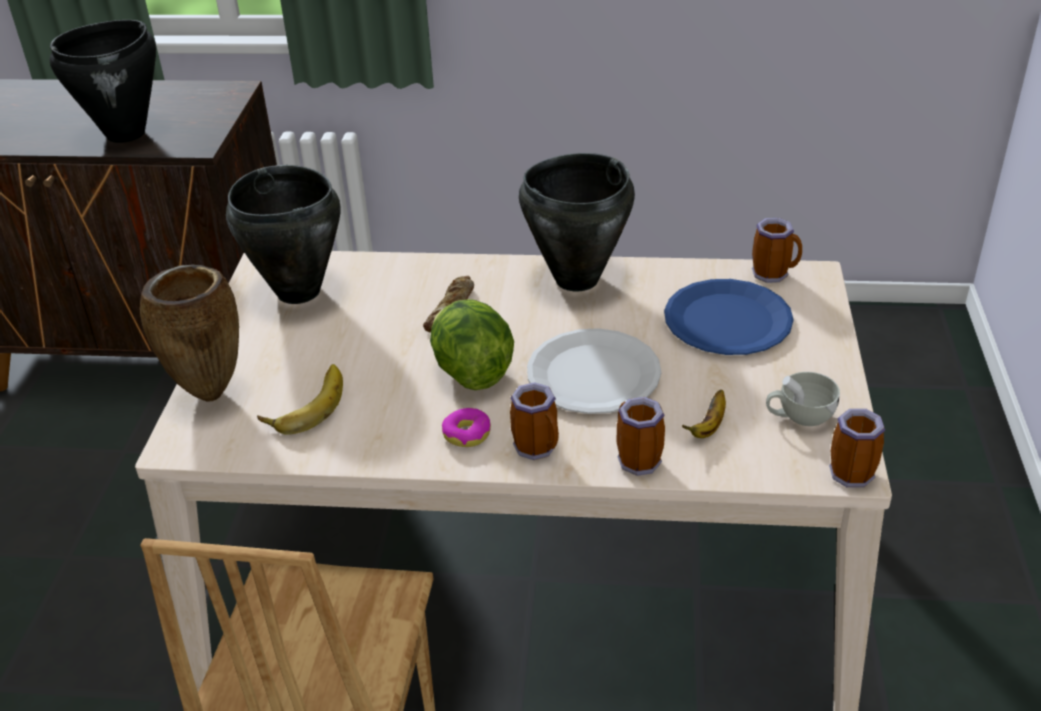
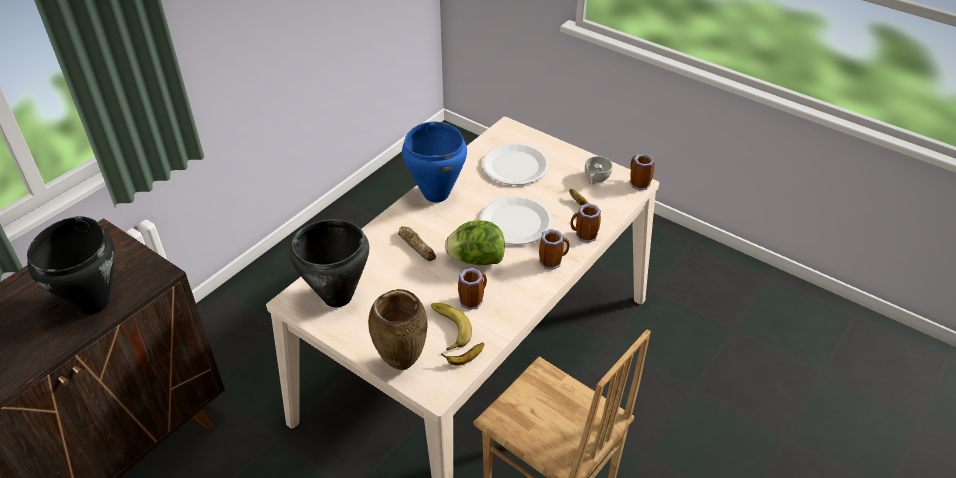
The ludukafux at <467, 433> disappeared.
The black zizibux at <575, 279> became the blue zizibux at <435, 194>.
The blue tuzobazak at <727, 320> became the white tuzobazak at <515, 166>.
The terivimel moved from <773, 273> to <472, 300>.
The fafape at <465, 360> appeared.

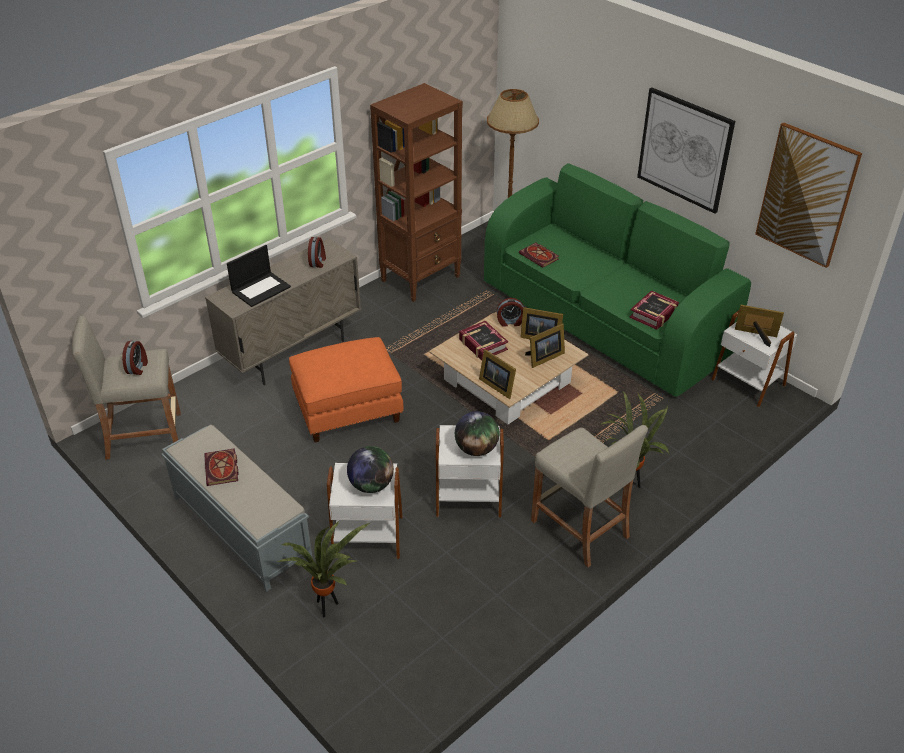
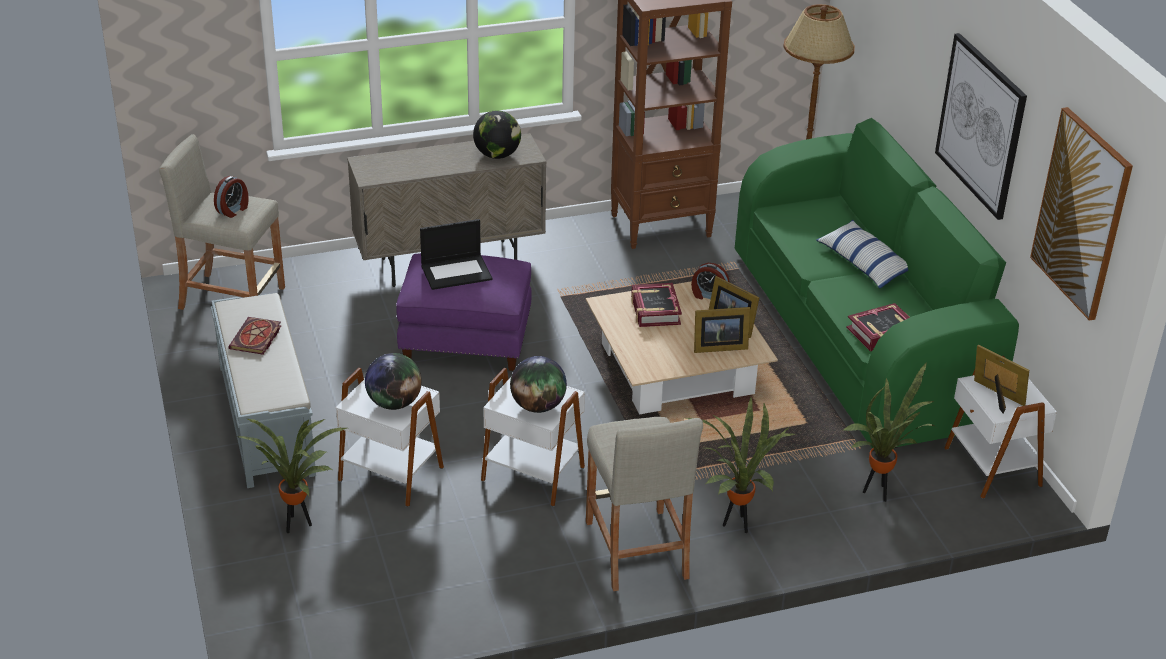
The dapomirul moved from <261, 289> to <457, 272>.
The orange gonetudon at <348, 410> became the purple gonetudon at <466, 341>.
The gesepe at <318, 262> was replaced by the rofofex at <497, 155>.
The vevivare at <497, 385> disappeared.
The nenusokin at <540, 256> disappeared.
The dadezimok at <864, 263> appeared.
The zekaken at <878, 492> appeared.

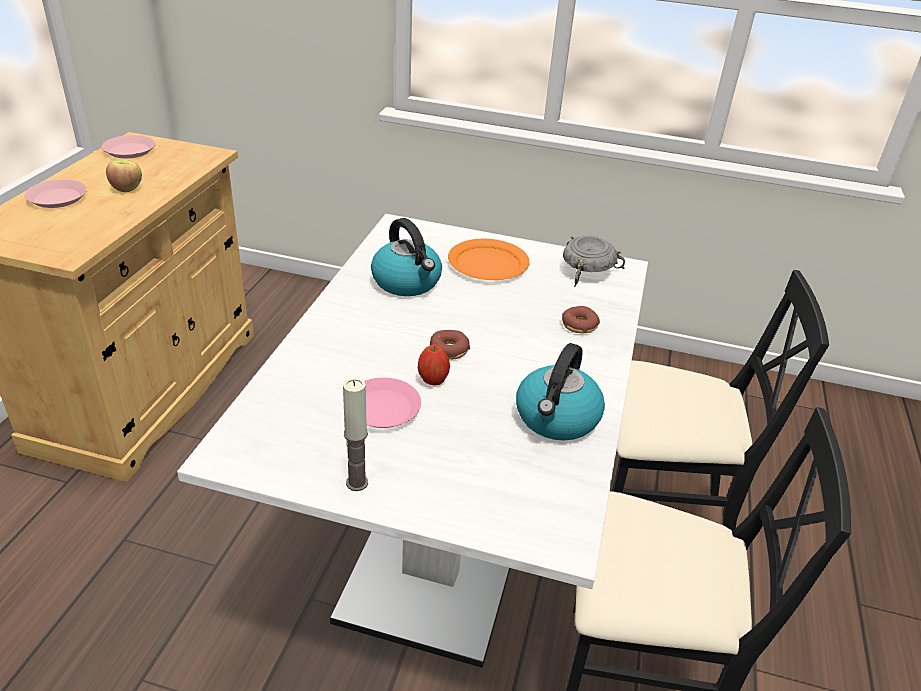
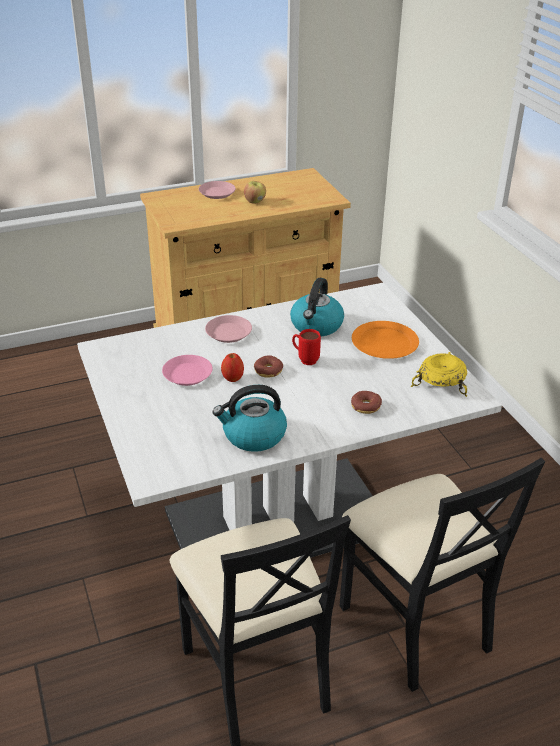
The pink tuzobazak moved from <129, 151> to <228, 332>.
The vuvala at <357, 483> disappeared.
The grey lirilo at <587, 270> became the yellow lirilo at <442, 383>.
The red terivimel at <305, 359> appeared.

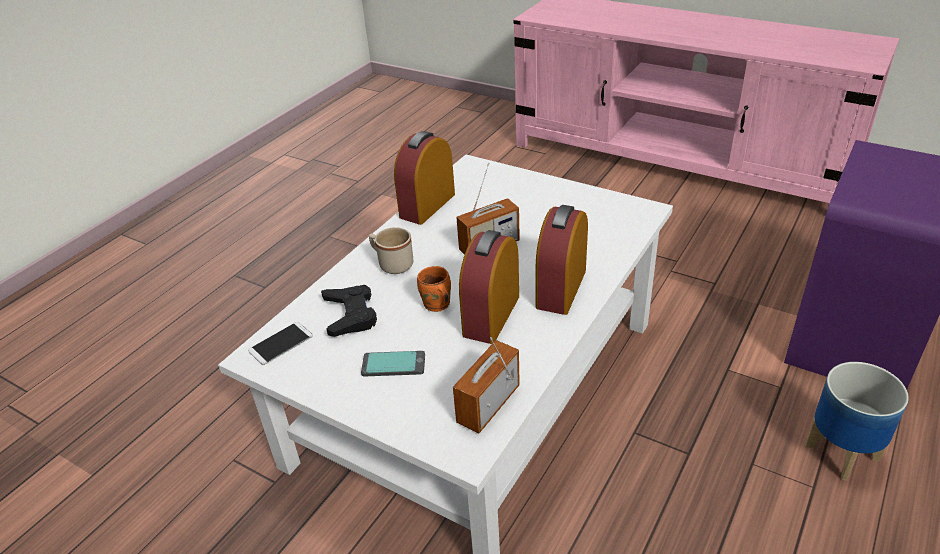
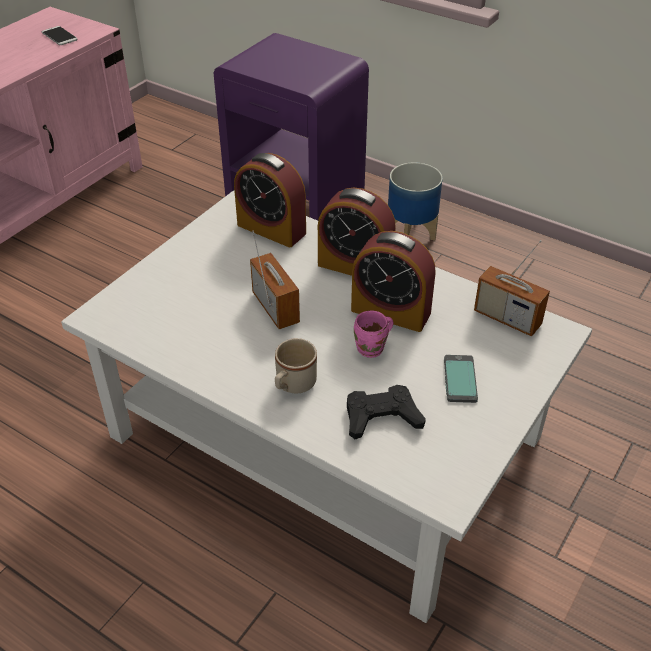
The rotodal moved from <281, 344> to <59, 36>.
The gesepe moved from <427, 205> to <271, 229>.
The orange terivimel at <436, 306> became the pink terivimel at <372, 349>.

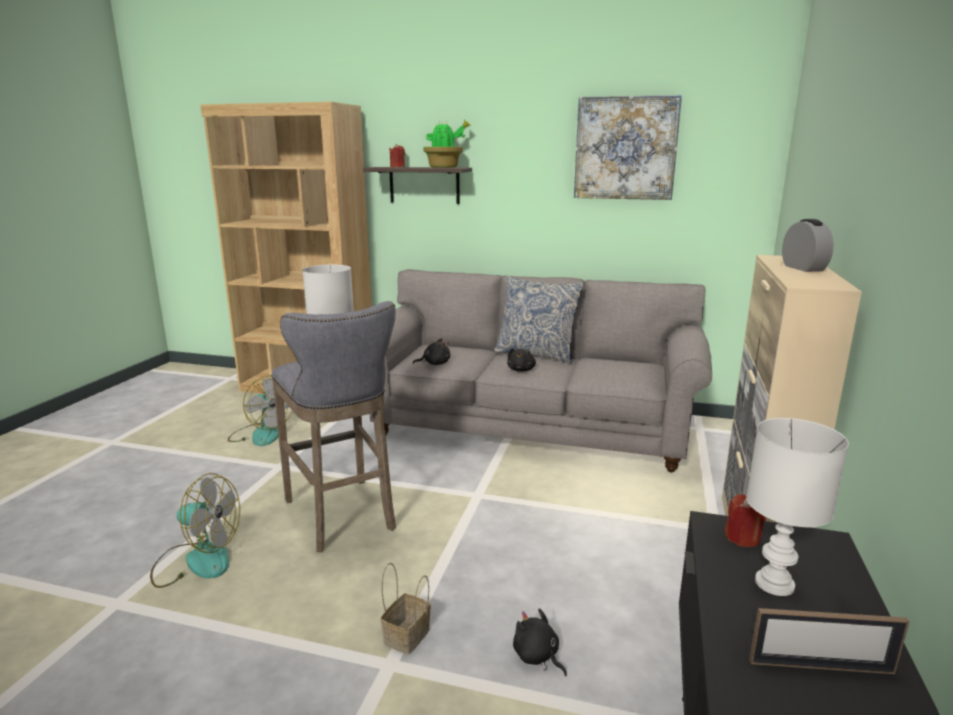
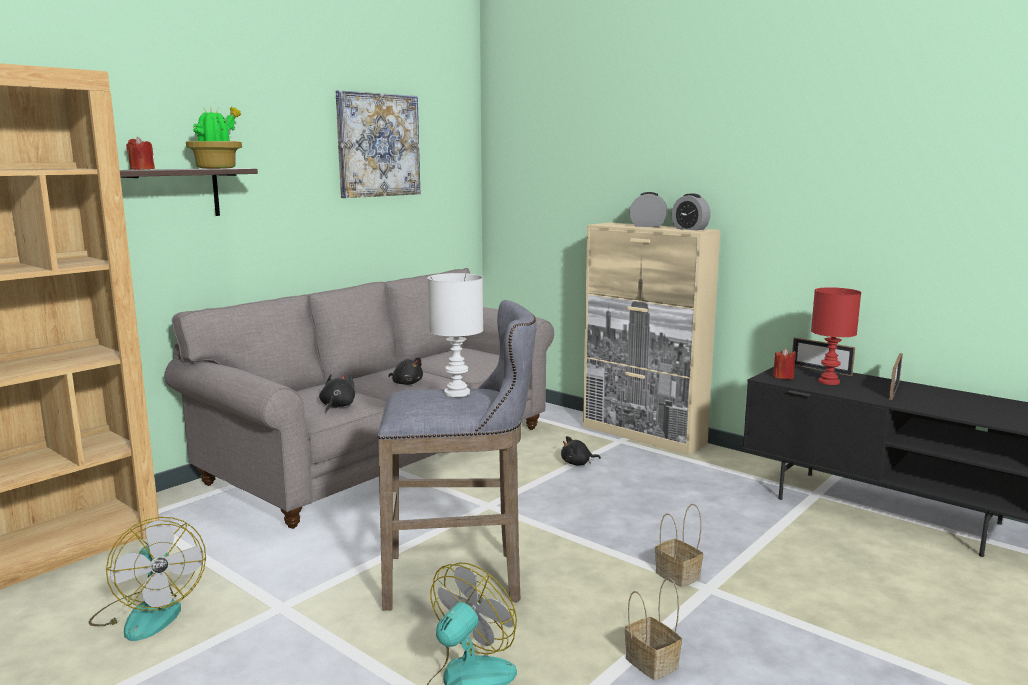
The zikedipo at <261, 434> turned 75 degrees clockwise.
The dadezimok at <536, 354> disappeared.
The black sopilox moved from <537, 656> to <577, 463>.
The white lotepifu at <772, 583> became the red lotepifu at <828, 382>.
The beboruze at <649, 662> appeared.
The gesepe at <690, 229> appeared.
The vevivare at <821, 370> appeared.

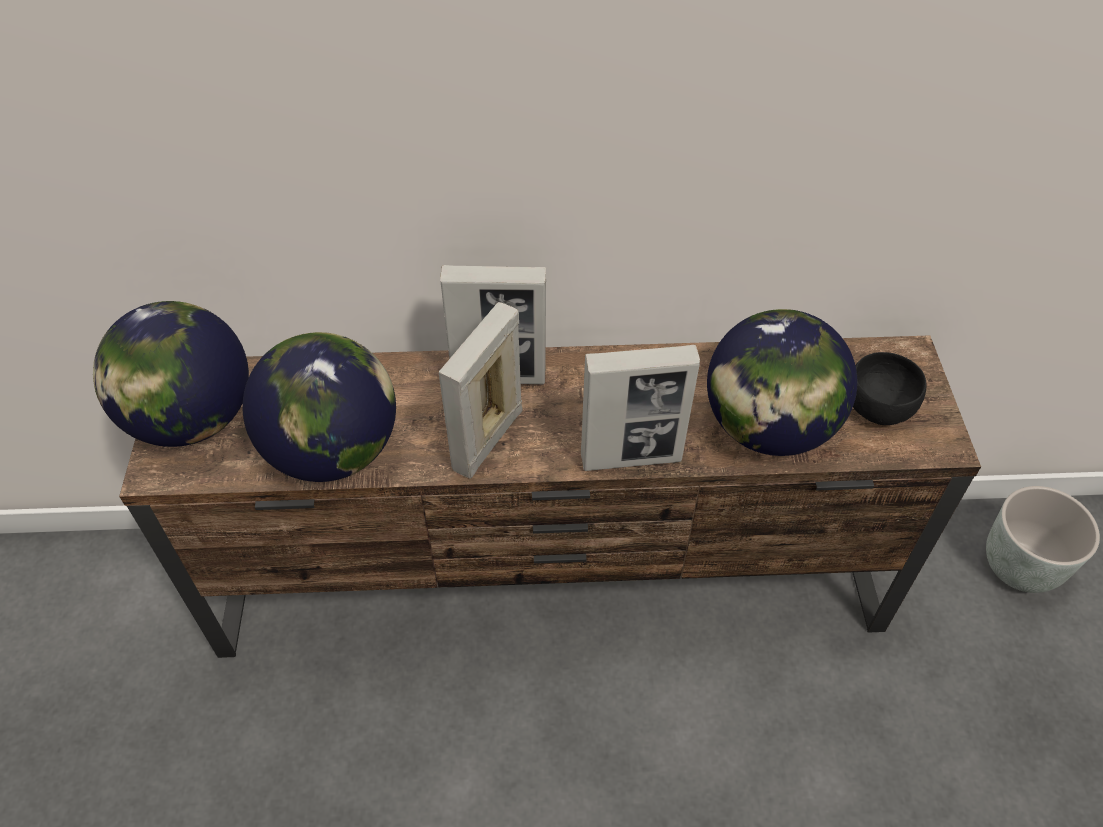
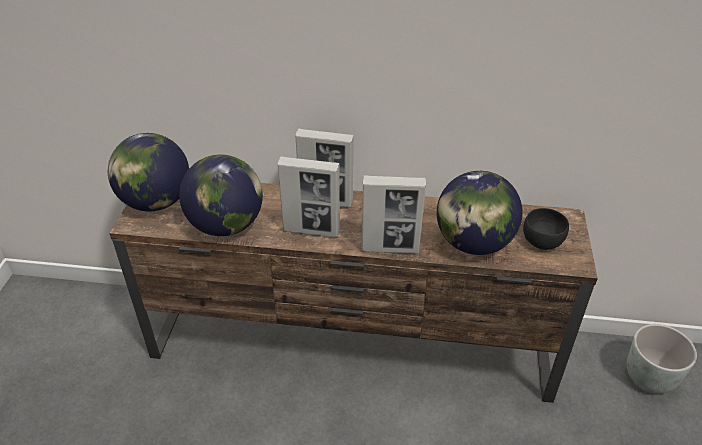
The vevivare at <487, 441> turned 120 degrees counterclockwise.

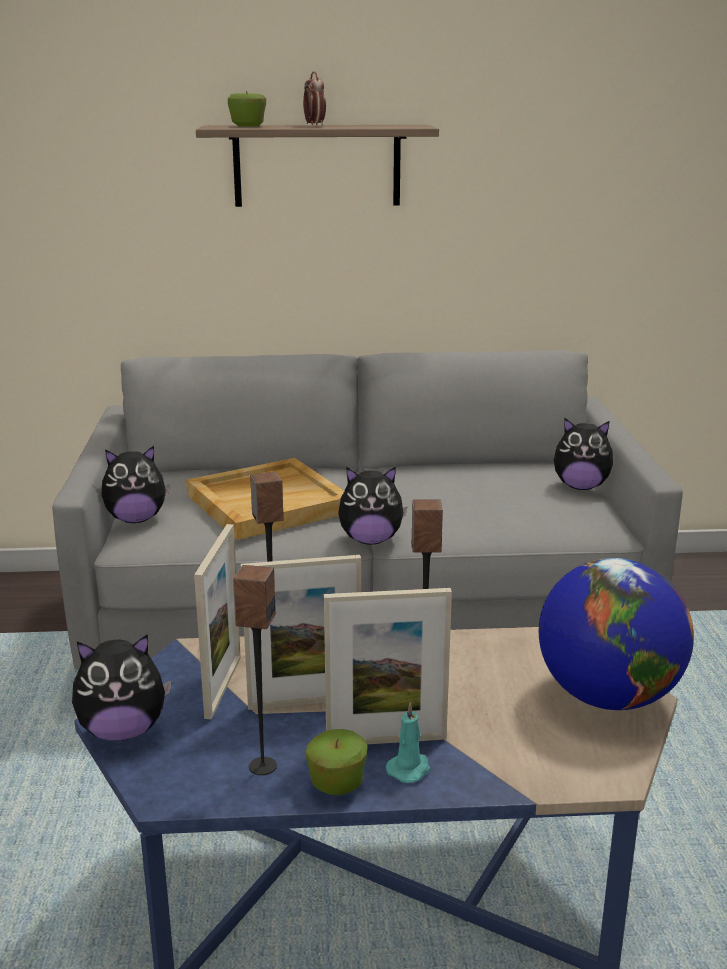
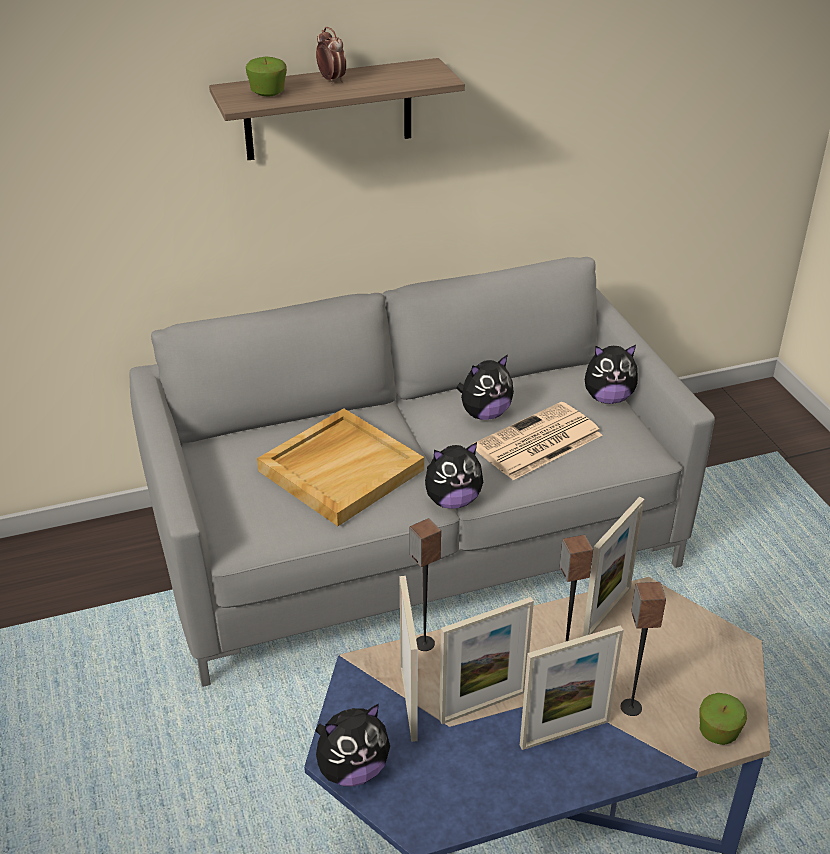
The sopilox moved from <136, 519> to <484, 414>.
The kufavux moved from <262, 766> to <630, 707>.
The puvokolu moved from <337, 784> to <718, 732>.
The turquoise vuvala at <410, 769> disappeared.
The rofofex at <608, 696> disappeared.
The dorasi at <536, 443> appeared.
The vevivare at <607, 612> appeared.

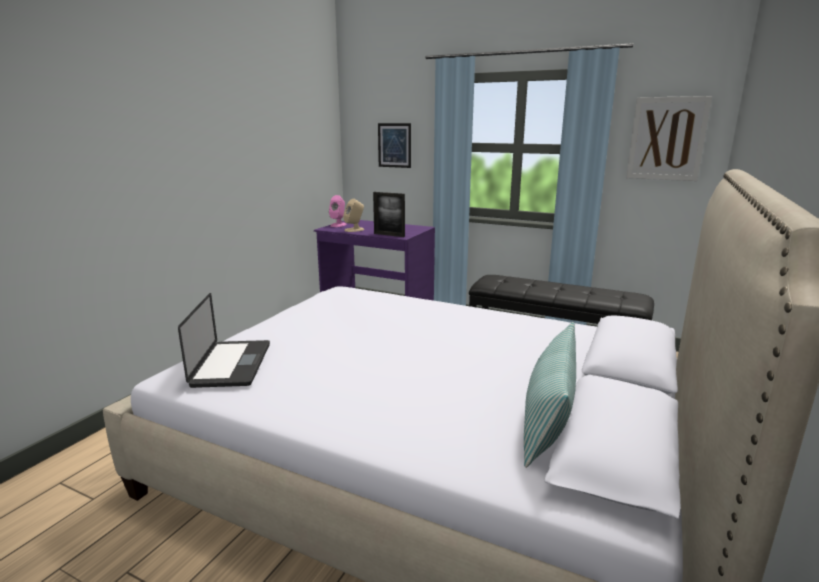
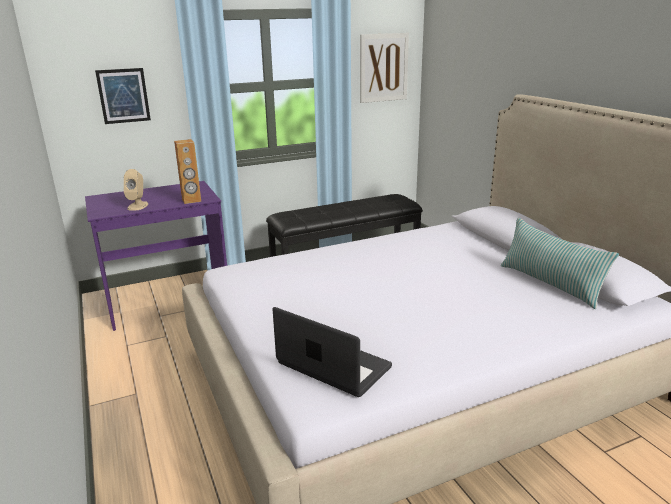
The pink kufavux at <338, 225> disappeared.
The vevivare at <389, 235> was replaced by the brown kufavux at <191, 200>.

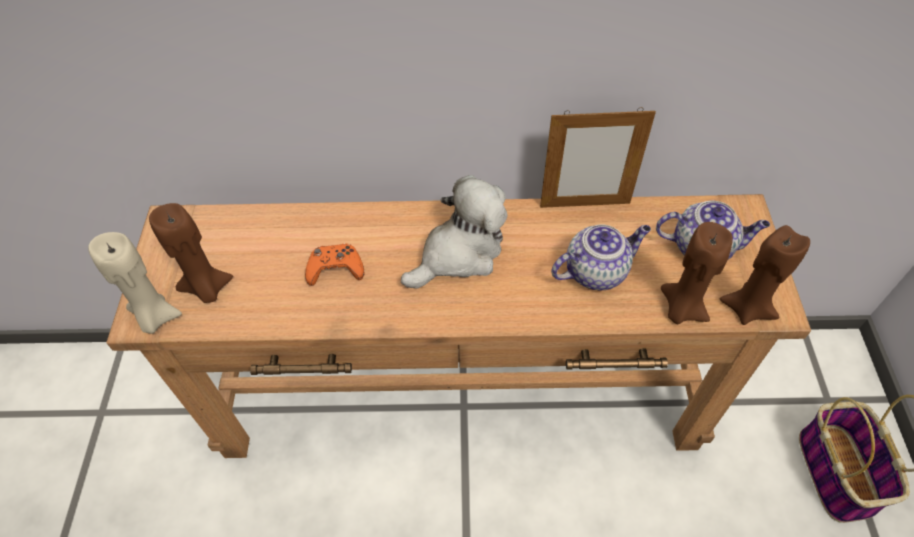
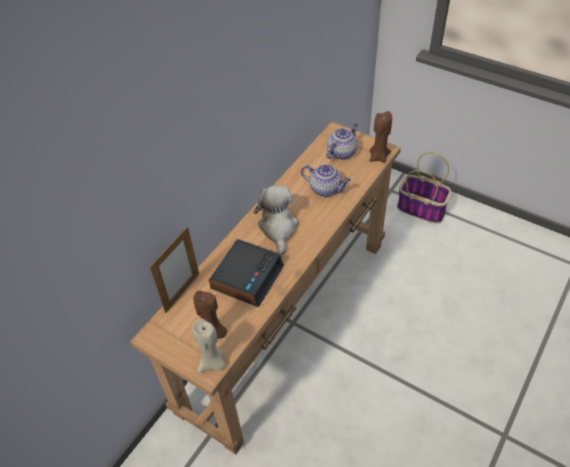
The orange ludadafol at <335, 269> was replaced by the gesepe at <247, 277>.
The vevivare moved from <585, 204> to <182, 292>.
The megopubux at <596, 271> turned 105 degrees clockwise.
The brown vuvala at <681, 309> disappeared.

